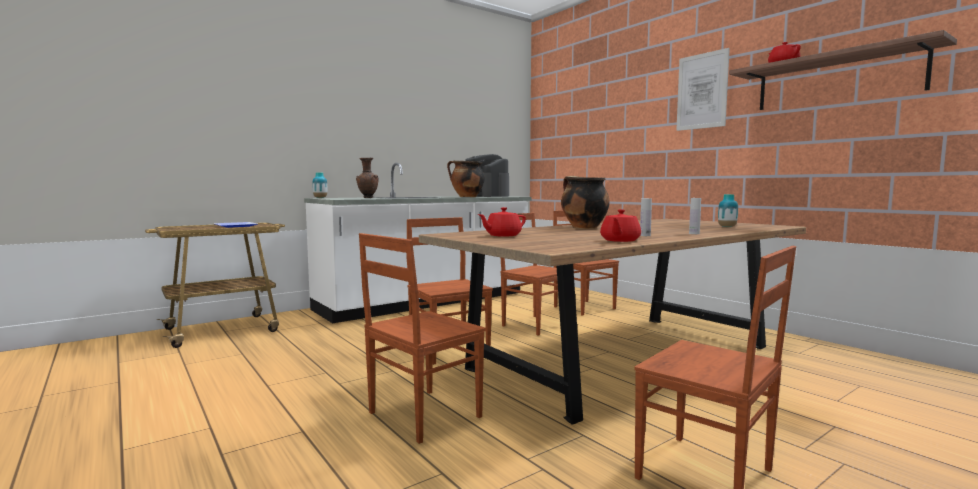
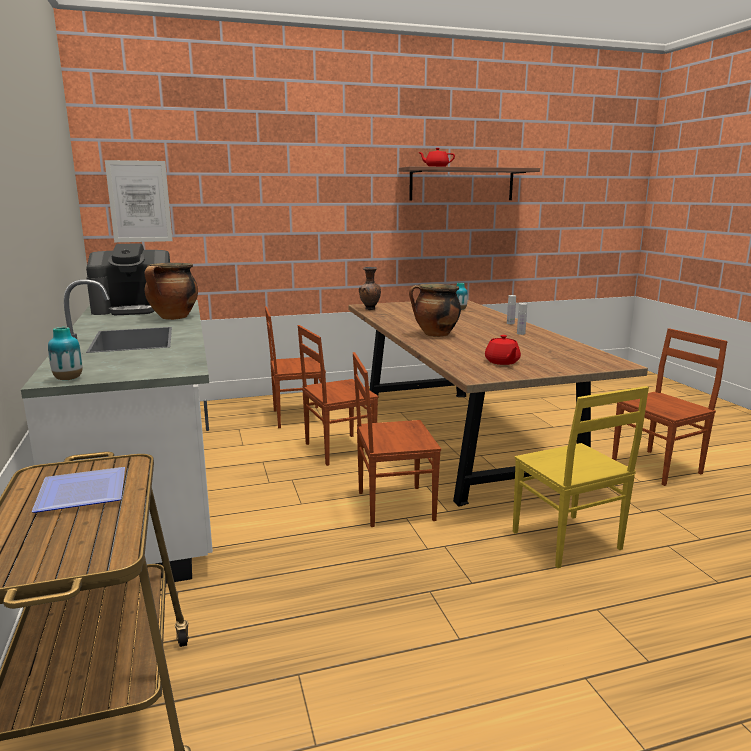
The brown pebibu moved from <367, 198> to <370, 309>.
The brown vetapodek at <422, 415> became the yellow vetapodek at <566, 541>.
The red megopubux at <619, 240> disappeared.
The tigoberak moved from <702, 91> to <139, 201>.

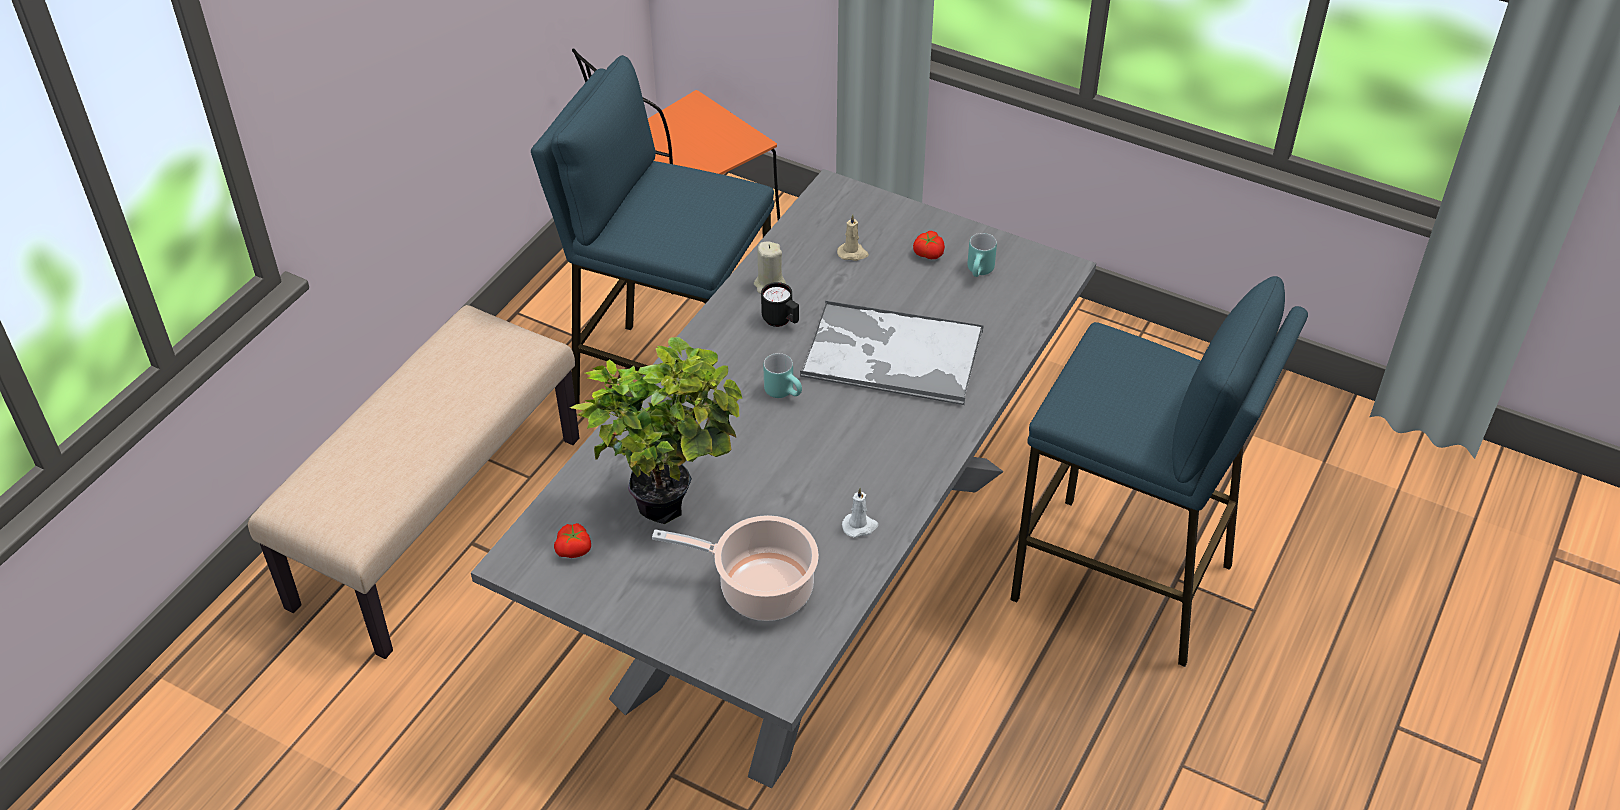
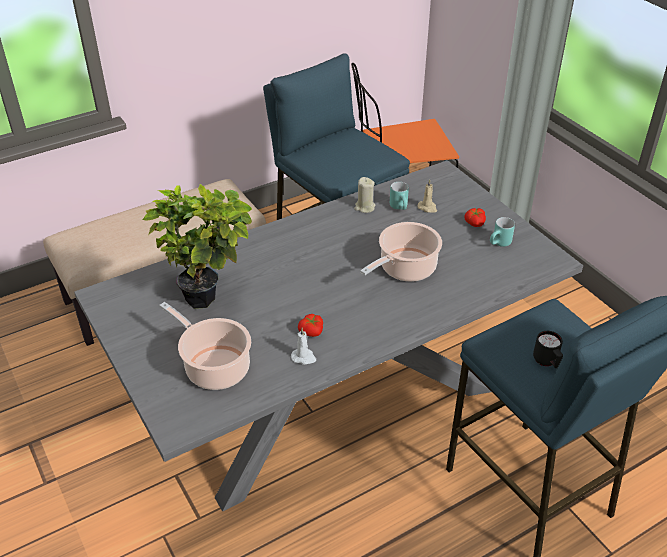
The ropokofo moved from <574, 549> to <312, 332>.
The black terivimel moved from <781, 321> to <547, 362>.
The turquoise terivimel moved from <785, 392> to <401, 207>.
The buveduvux at <891, 354> was replaced by the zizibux at <405, 269>.

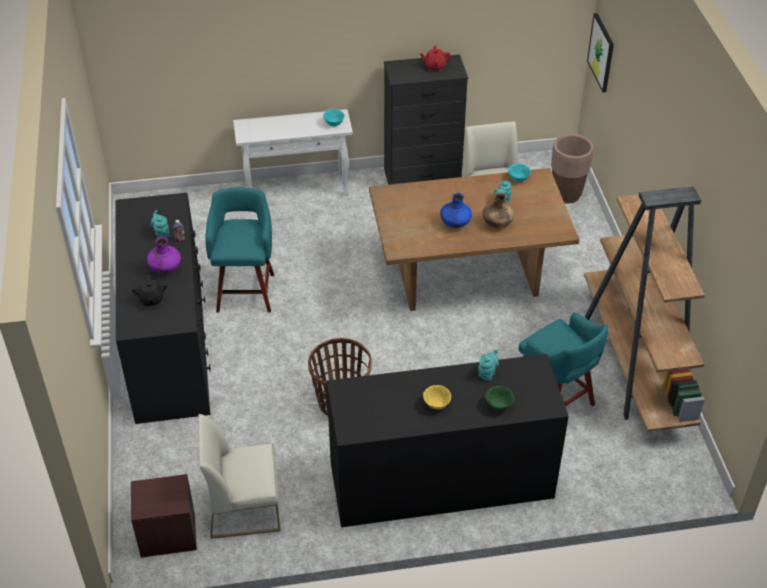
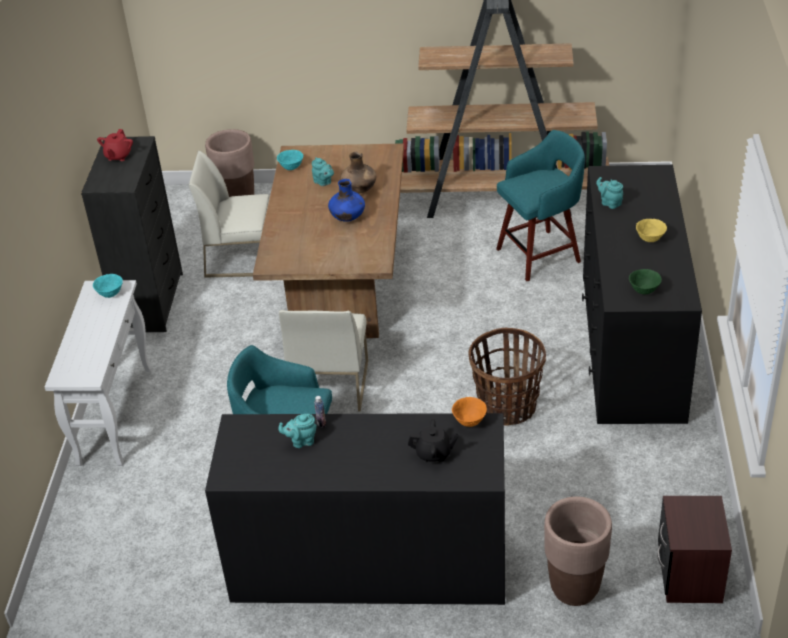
The purple pebibu at <165, 269> disappeared.
The white vetapodek moved from <245, 507> to <330, 384>.
The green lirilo moved from <498, 406> to <644, 291>.
The tigoberak at <601, 52> disappeared.
The orange lirilo at <469, 421> appeared.
The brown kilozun at <574, 588> appeared.

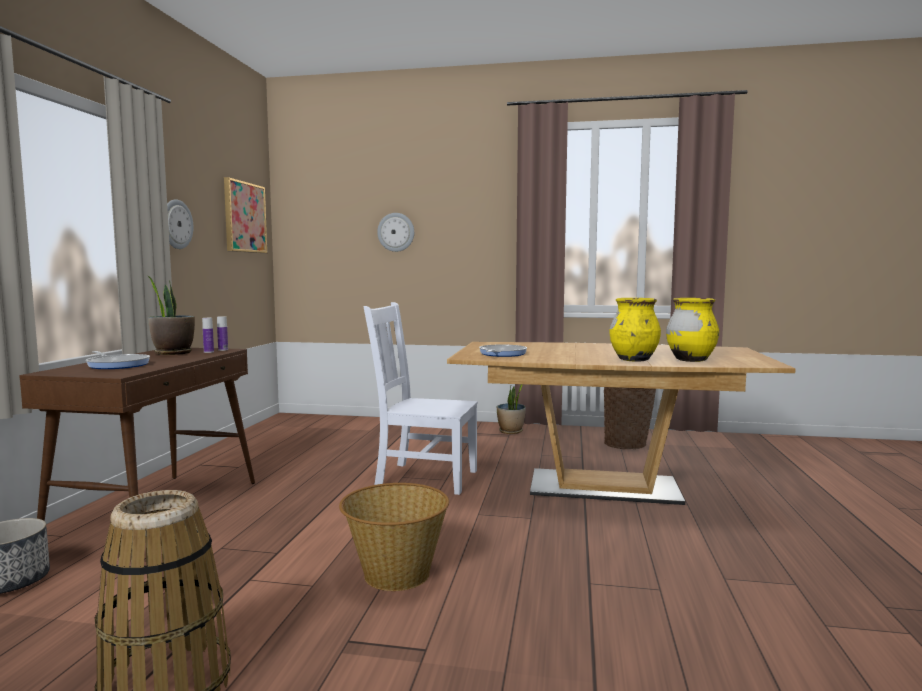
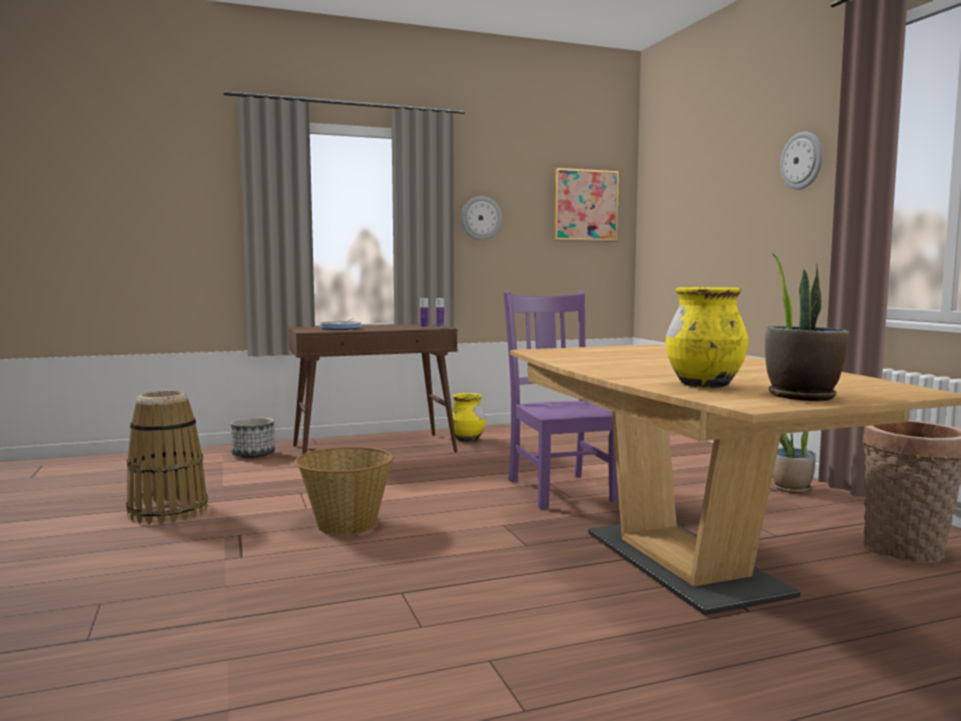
The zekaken moved from <173, 353> to <801, 396>.
The white vetapodek at <423, 478> became the purple vetapodek at <560, 489>.
The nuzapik moved from <396, 232> to <802, 161>.
The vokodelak at <501, 354> disappeared.
The yellow pebibu moved from <634, 359> to <467, 440>.

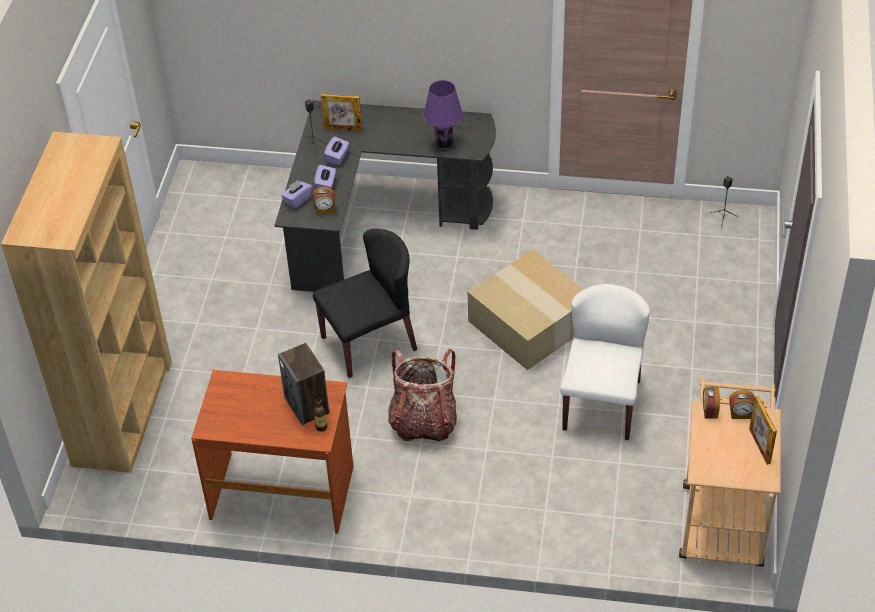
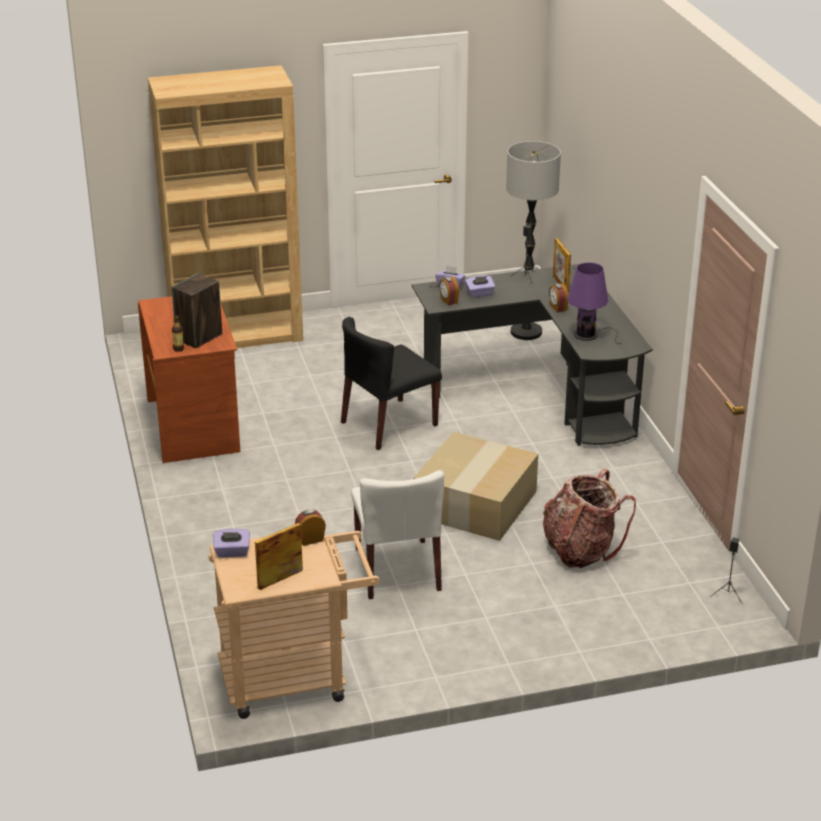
The black vetapodek at <369, 342> turned 105 degrees clockwise.
The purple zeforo moved from <337, 157> to <232, 552>.
The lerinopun moved from <423, 421> to <581, 550>.
The white vetapodek at <601, 404> turned 90 degrees clockwise.
The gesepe moved from <740, 414> to <557, 308>.
The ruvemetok at <526, 332> appeared.

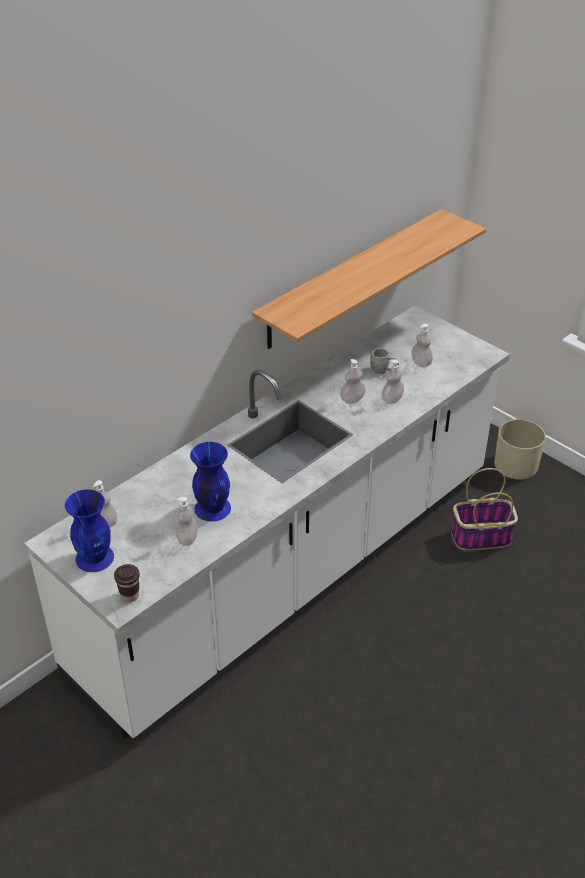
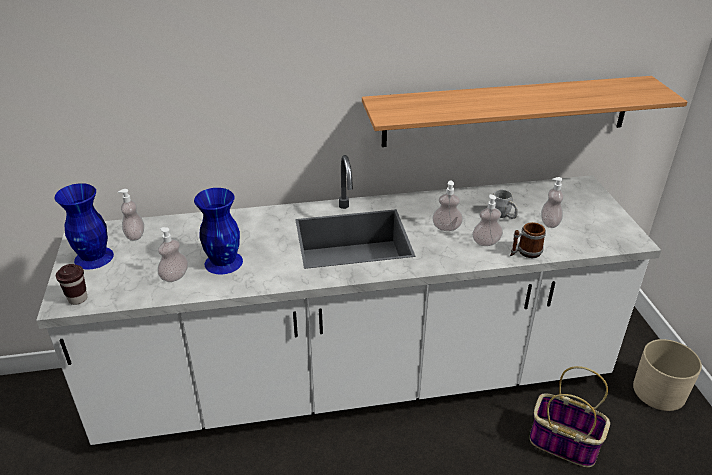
The terivimel at <525, 252> appeared.

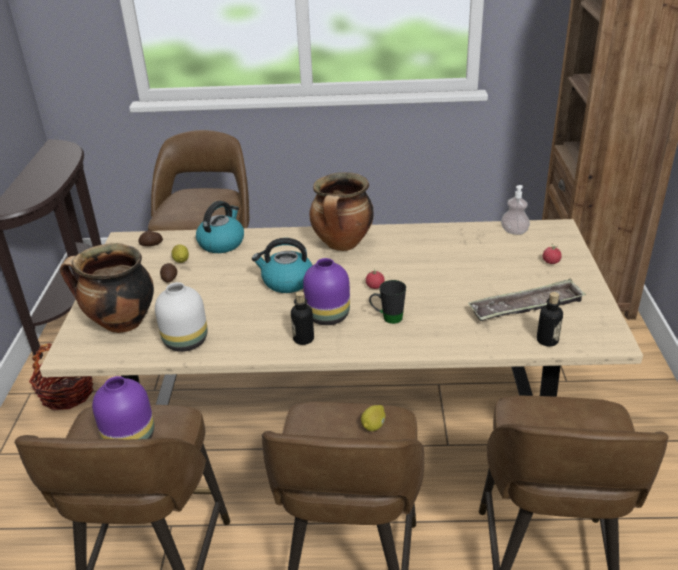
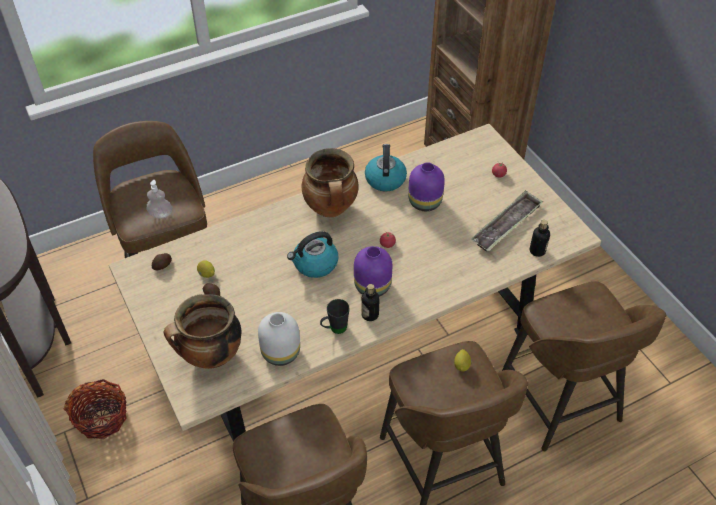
The purple pebibu moved from <128, 439> to <424, 203>.
The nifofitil moved from <222, 243> to <385, 179>.
The black terivimel moved from <387, 318> to <334, 329>.
The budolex moved from <514, 231> to <160, 214>.

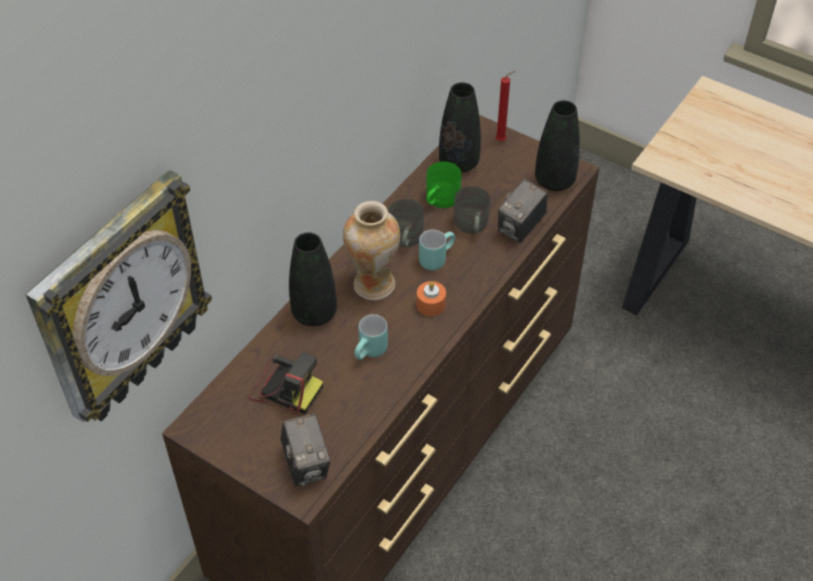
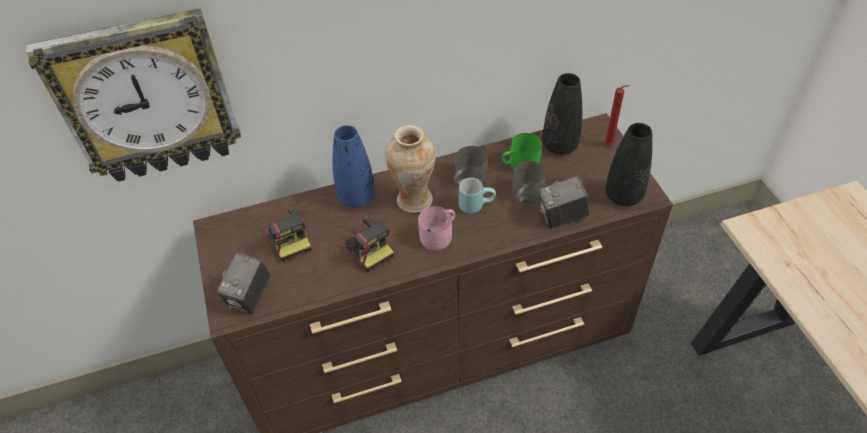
The black pebibu at <314, 313> became the blue pebibu at <356, 197>.
The turquoise terivimel at <371, 353> was replaced by the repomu at <365, 246>.
The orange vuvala at <431, 304> was replaced by the pink terivimel at <439, 236>.

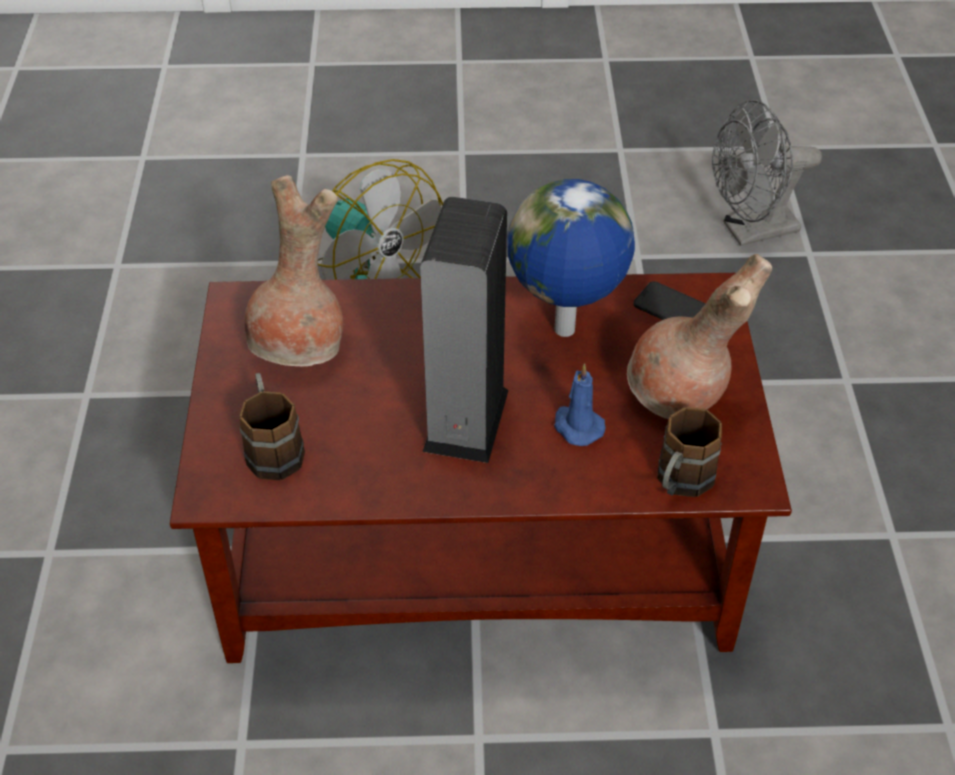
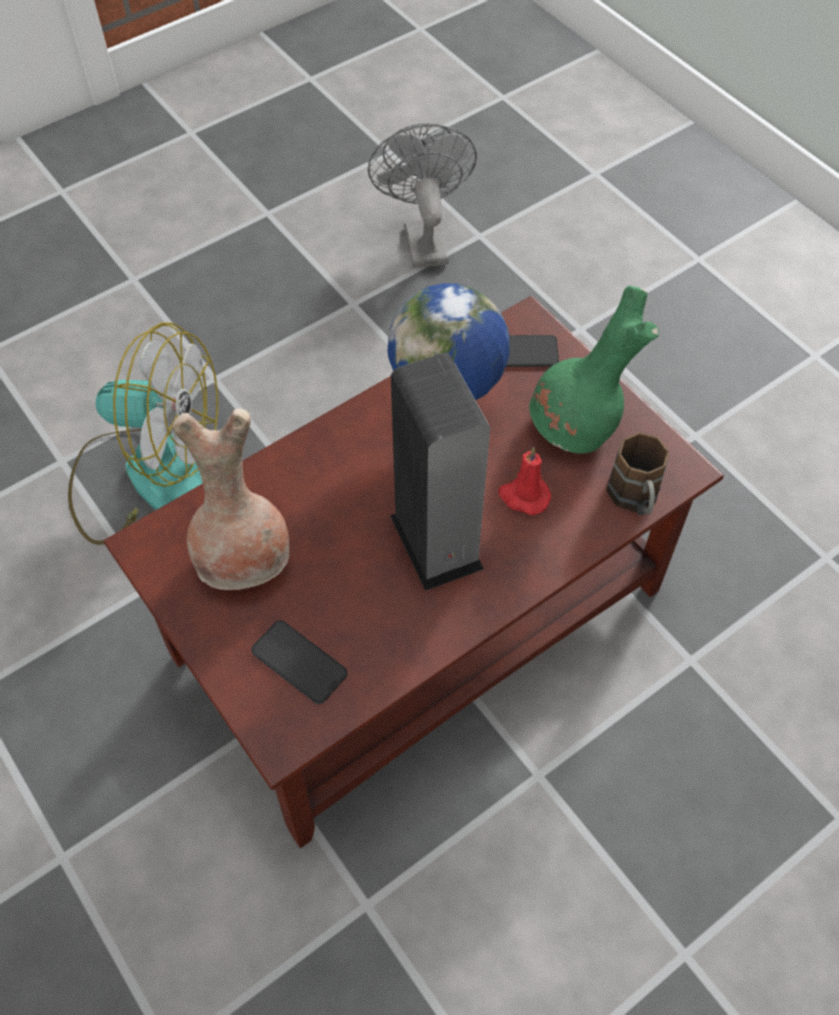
The brown terivimel at <272, 446> was replaced by the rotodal at <299, 662>.
The blue vuvala at <577, 426> became the red vuvala at <523, 496>.
The brown pebibu at <678, 397> became the green pebibu at <576, 428>.
The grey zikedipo at <750, 231> turned 135 degrees clockwise.

